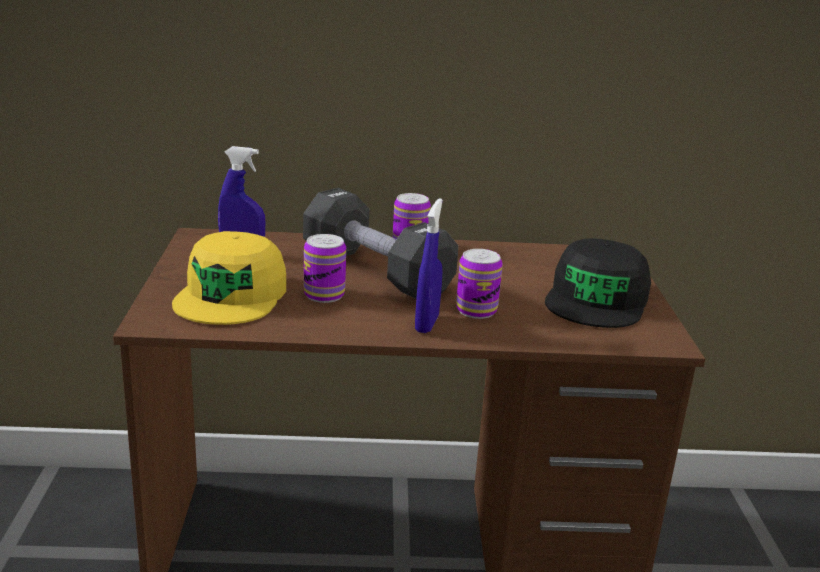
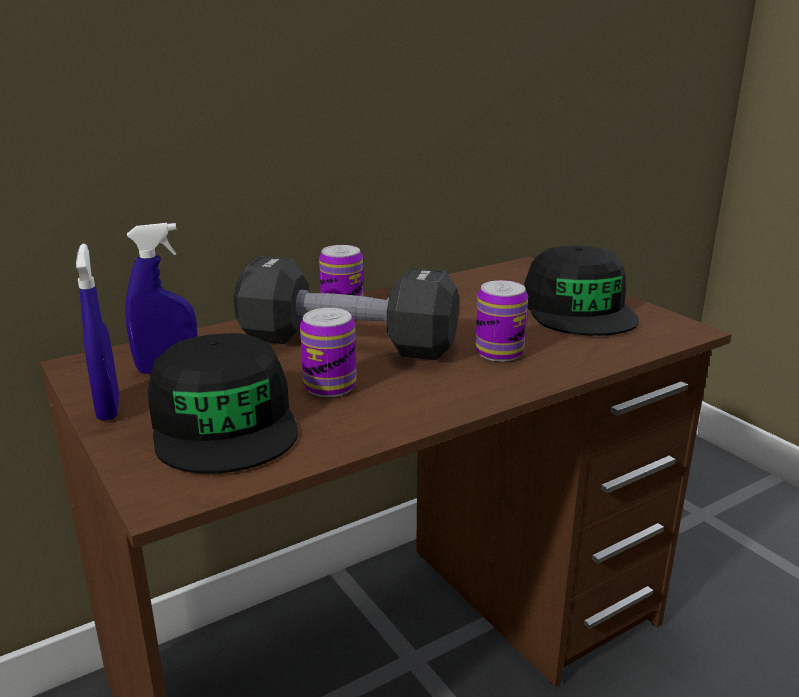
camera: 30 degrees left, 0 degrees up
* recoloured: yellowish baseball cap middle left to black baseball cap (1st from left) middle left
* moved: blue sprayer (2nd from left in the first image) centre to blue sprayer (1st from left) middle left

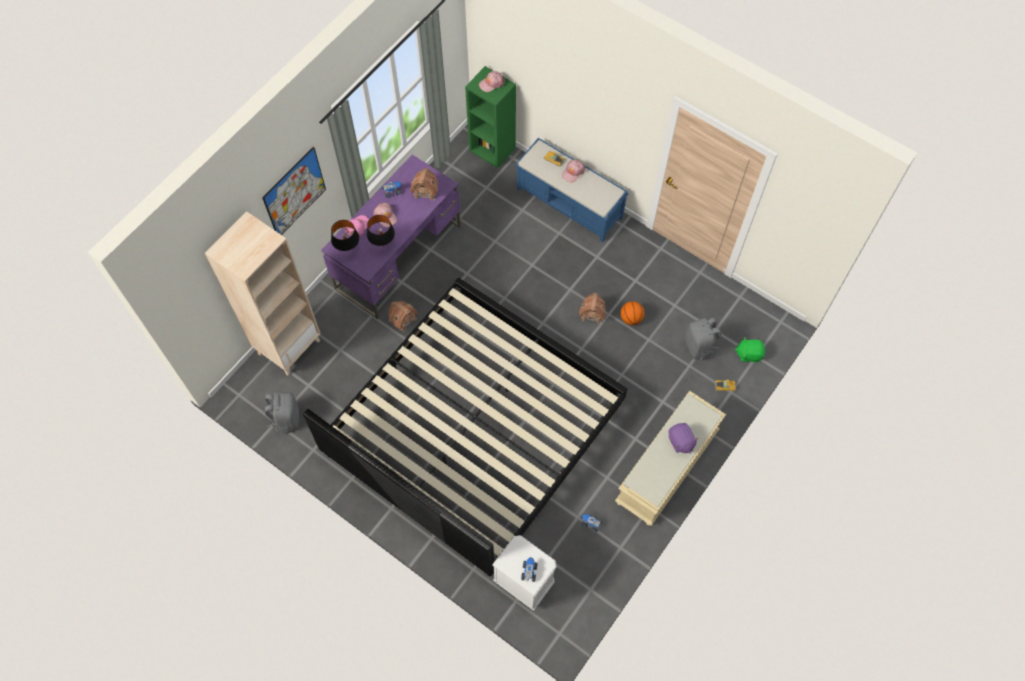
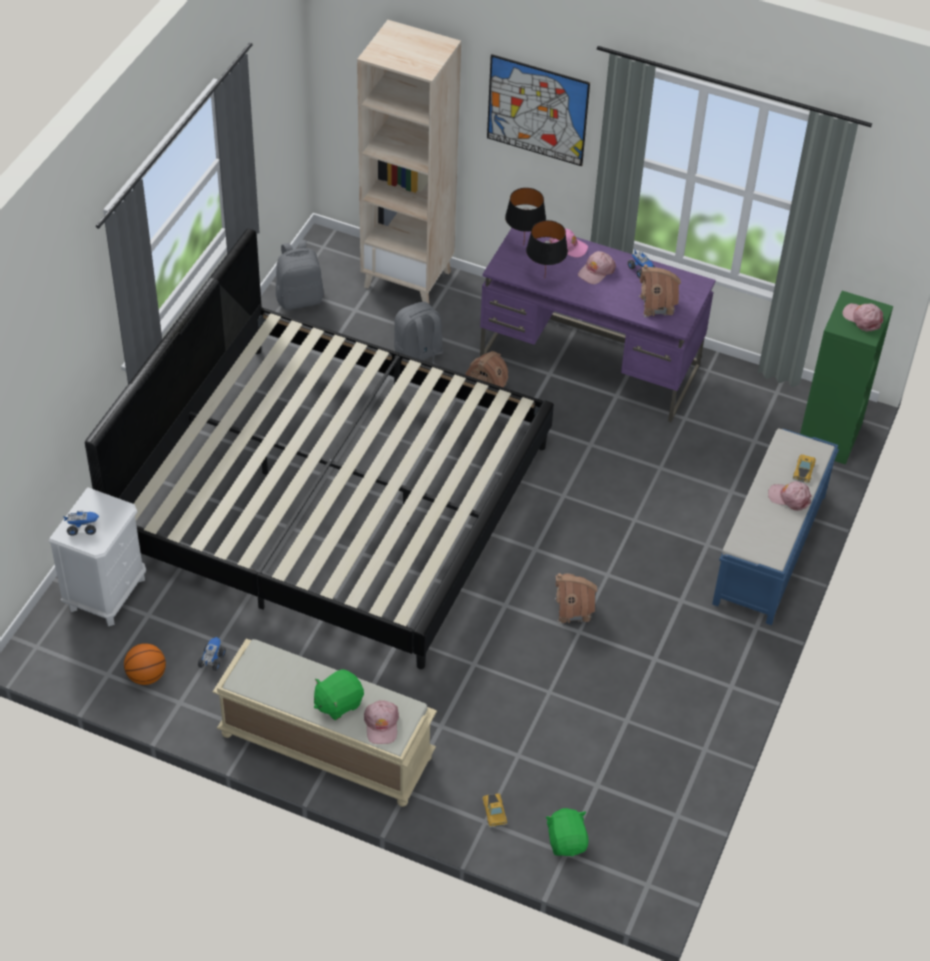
camera: 75 degrees right, 15 degrees down
* moved: basketball centre to bottom left
* recoloured: purple cuddly toy centre to greenish cuddly toy (1st from left) bottom centre
* moved: greyish rucksack (2nd from left) middle right to centre
* added: pink baseball cap (1st from left) bottom centre

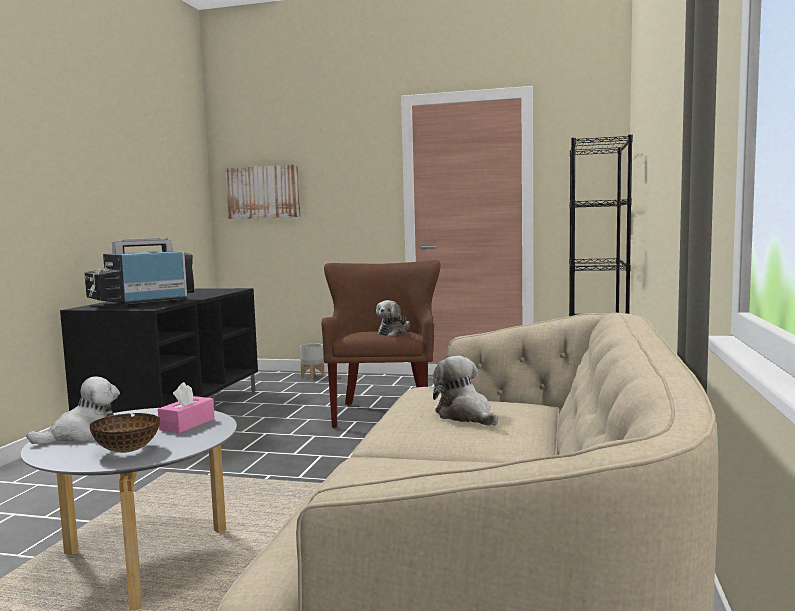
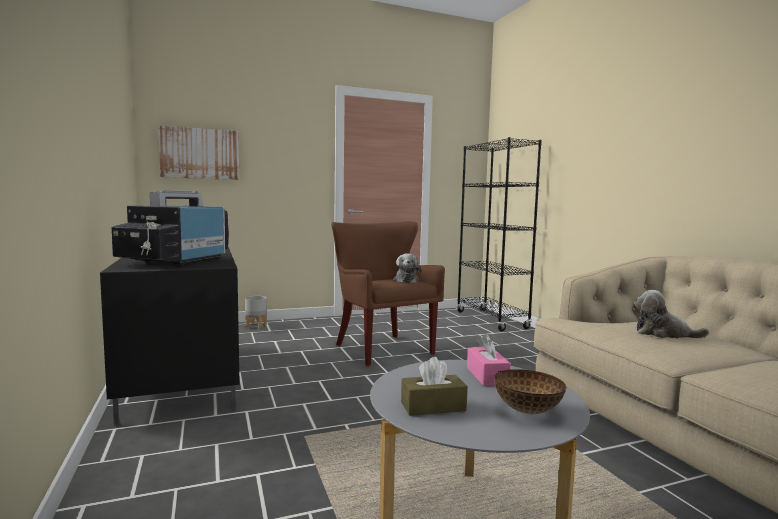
camera: 35 degrees left, 0 degrees up
* replaced: cuddly toy (1st from left) bottom left to brown tissue box bottom centre

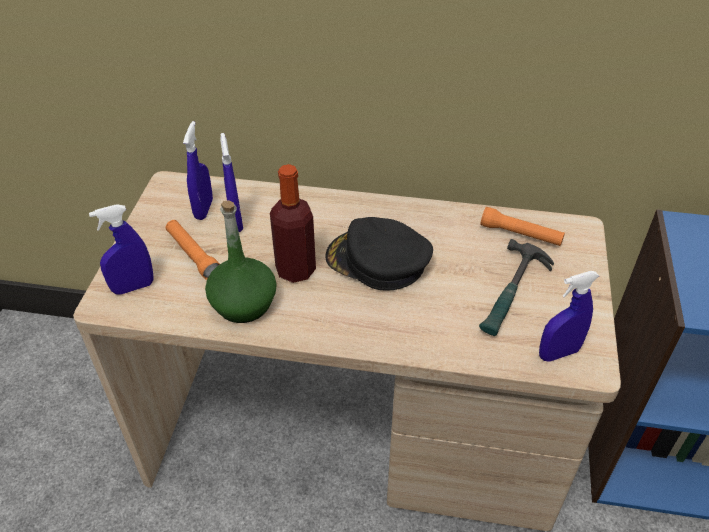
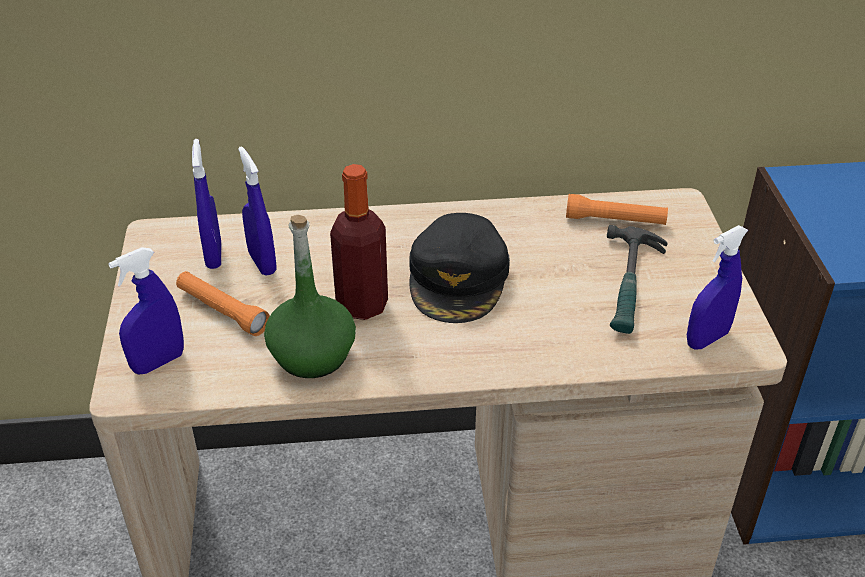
camera: 15 degrees left, 5 degrees down
* turned: black baseball cap centre = centre 90 degrees counterclockwise

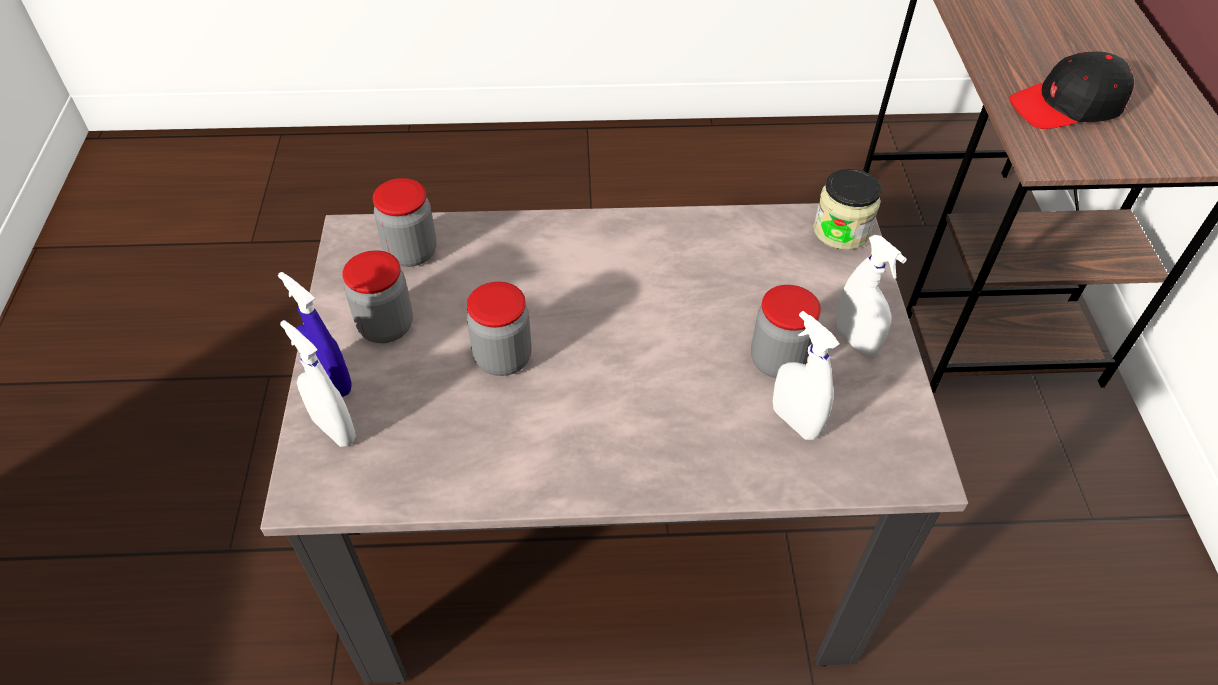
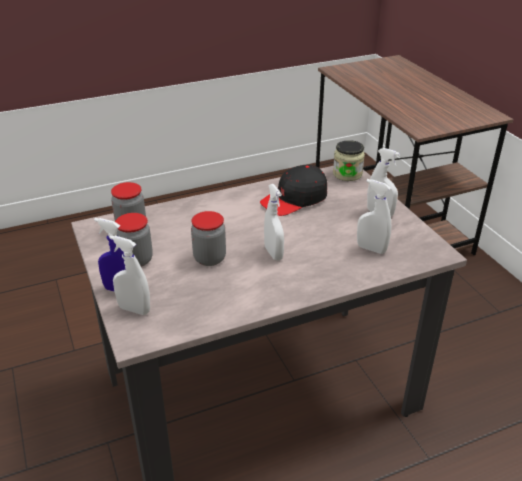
camera: 20 degrees left, 15 degrees down
* removed: jar (4th from left) centre
* moved: black baseball cap top right to centre
* added: white-coloured sprayer (2nd from left) centre

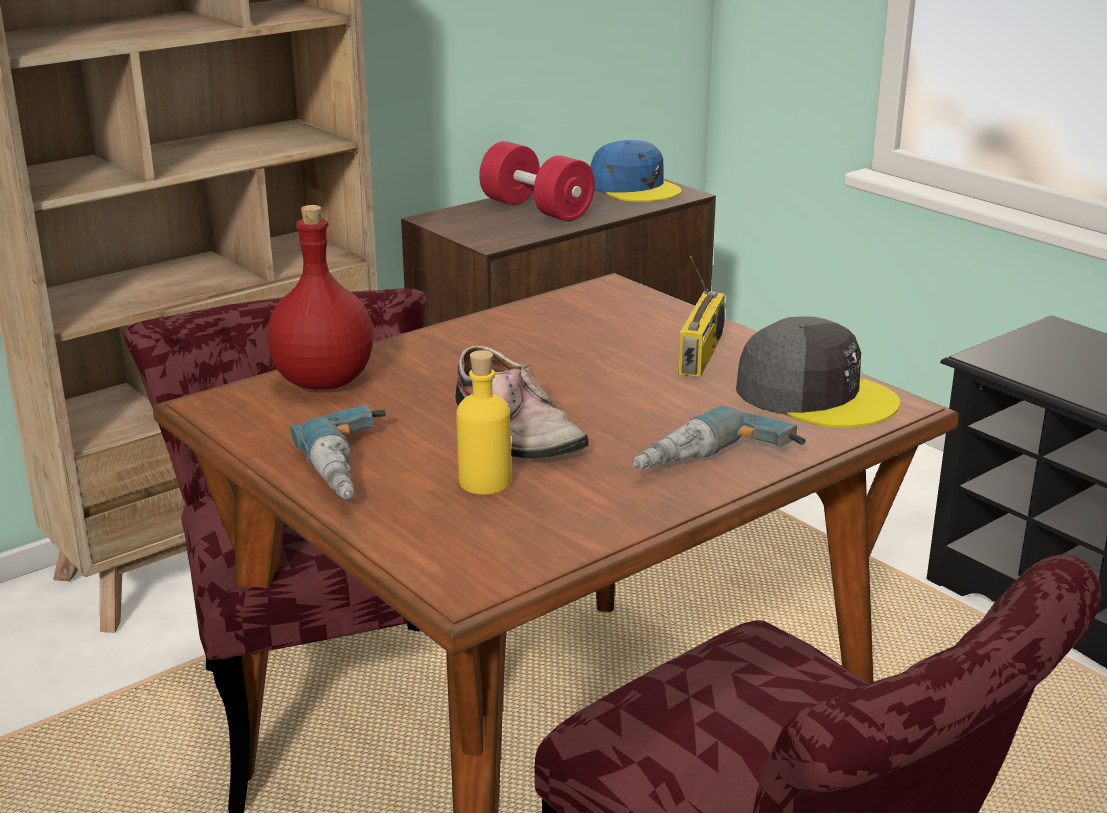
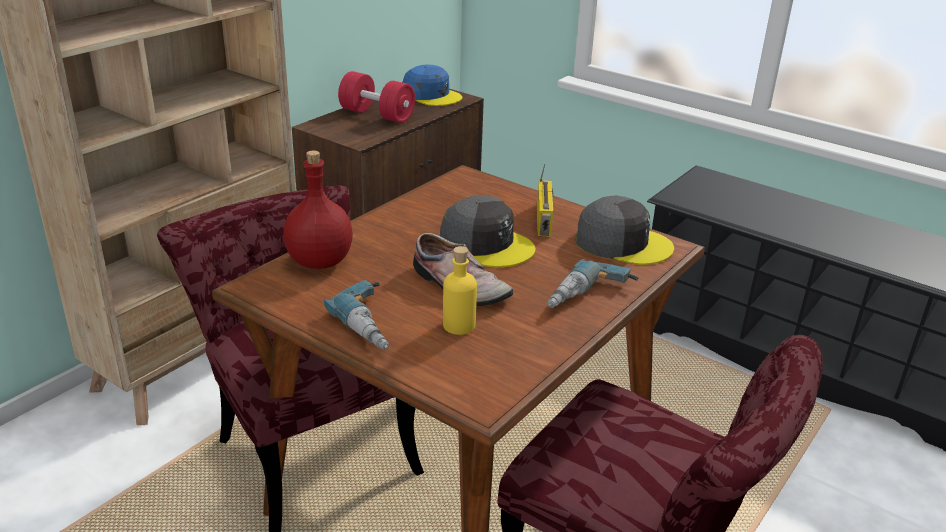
camera: 15 degrees left, 5 degrees up
* added: greyish baseball cap (1st from left) centre

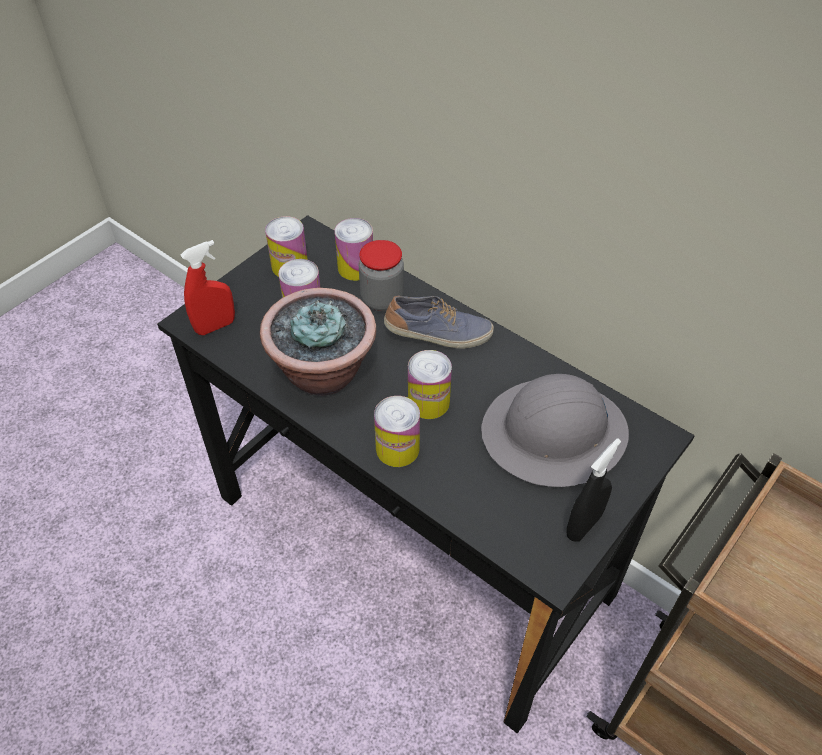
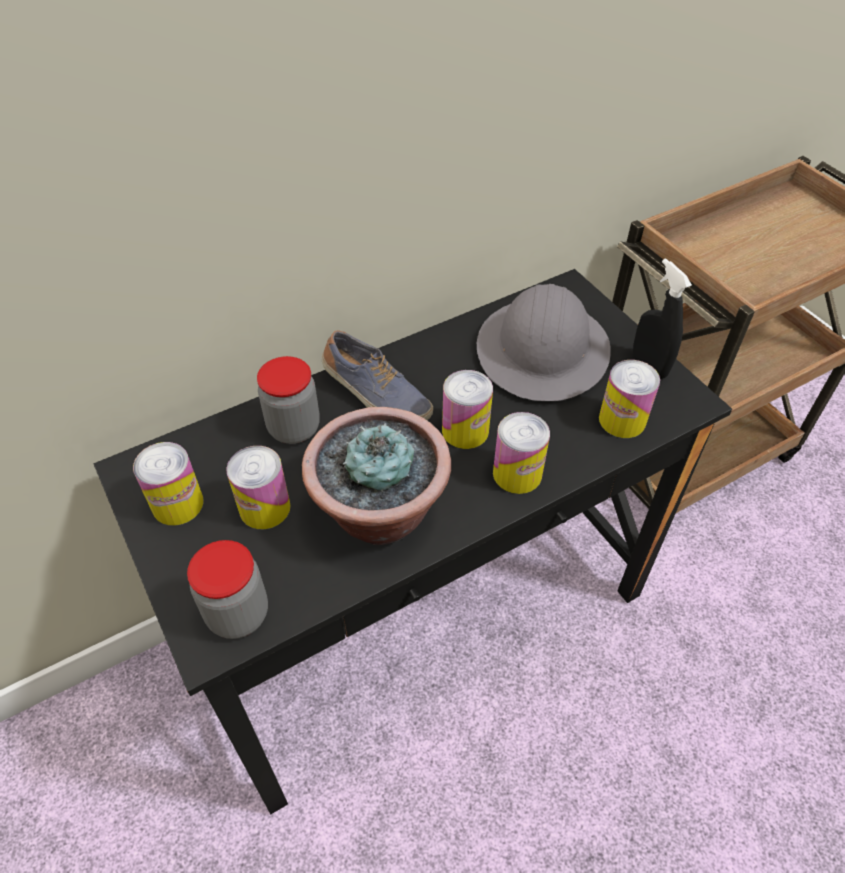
camera: 70 degrees left, 0 degrees up
* replaced: red sprayer middle left to jar (1st from left) bottom left
* moved: can (3rd from left in the first image) top centre to can (5th from left) middle right
* turned: low shoe centre = centre 105 degrees clockwise

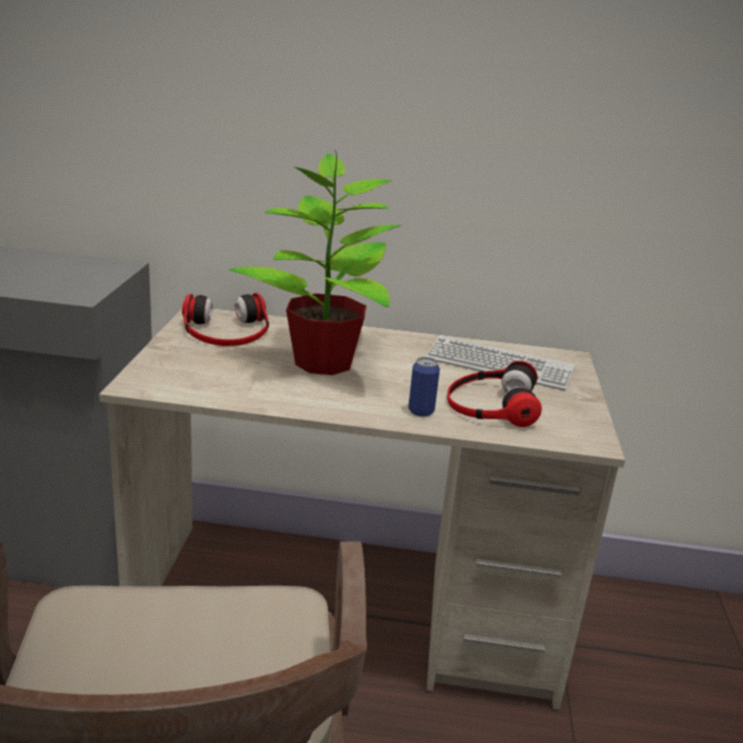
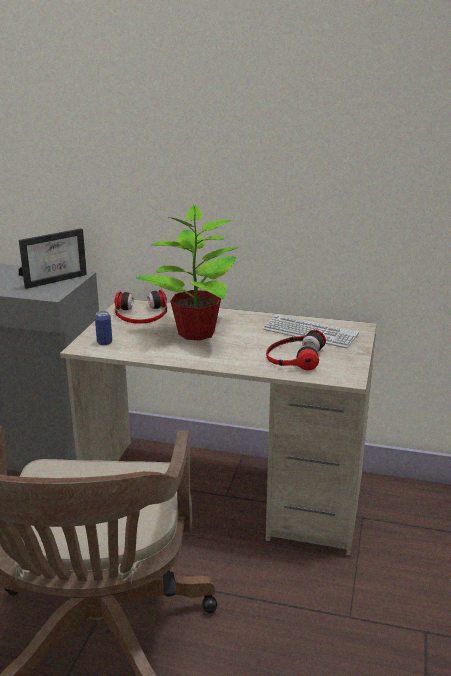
camera: 10 degrees right, 0 degrees up
* moved: can centre to middle left
* added: picture frame middle left

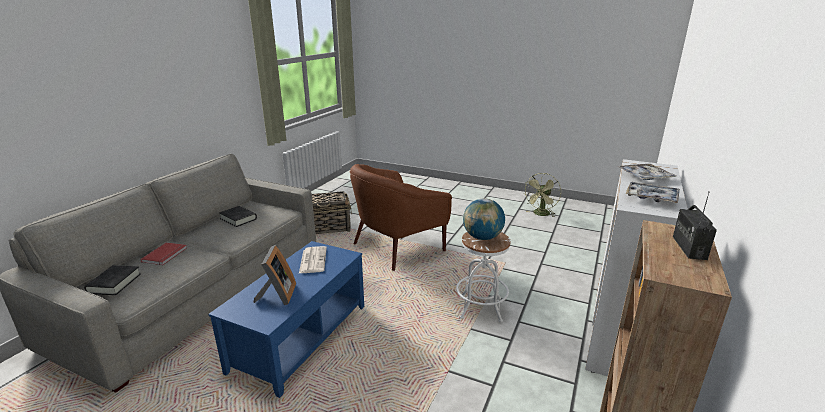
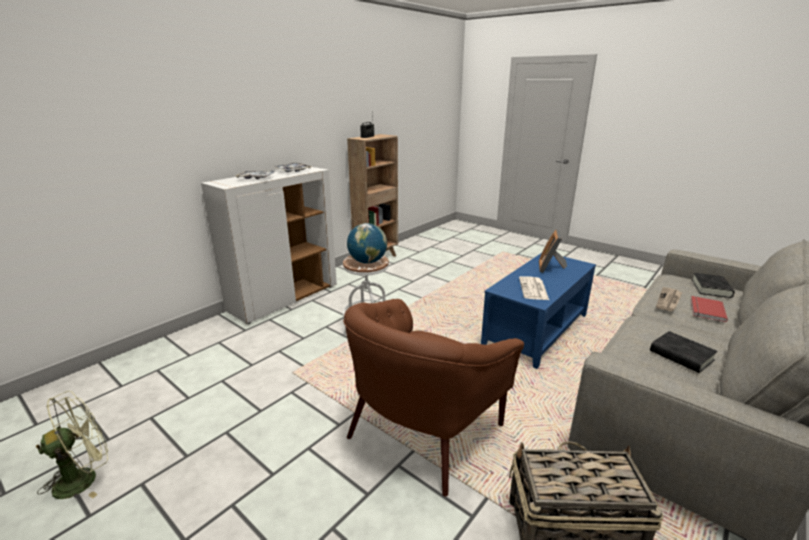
camera: 165 degrees left, 0 degrees up
* turned: brown easy chair centre = bottom centre 150 degrees clockwise
* added: newspaper (2nd from left) middle right

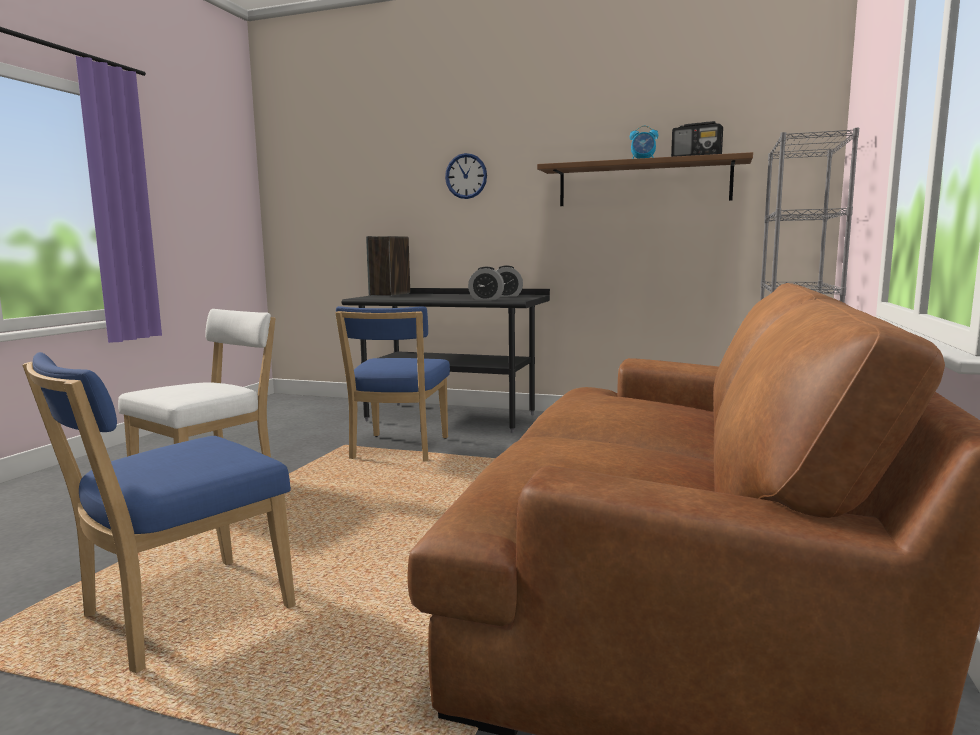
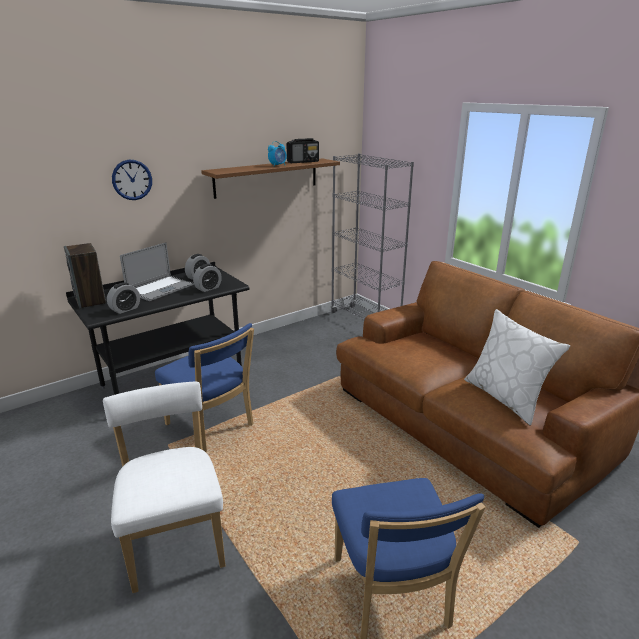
camera: 55 degrees left, 15 degrees up
* added: alarm clock (1st from left) middle left
* added: notebook computer middle left
* added: white-coloured cushion middle right

